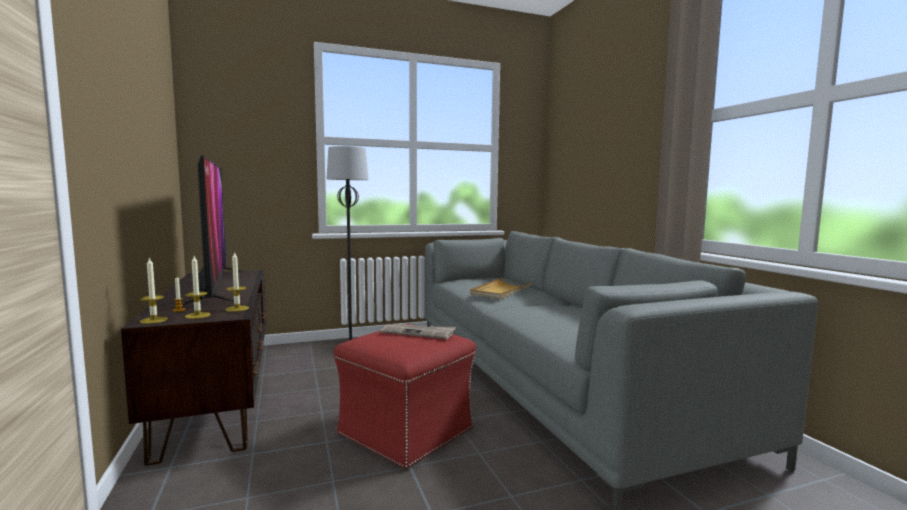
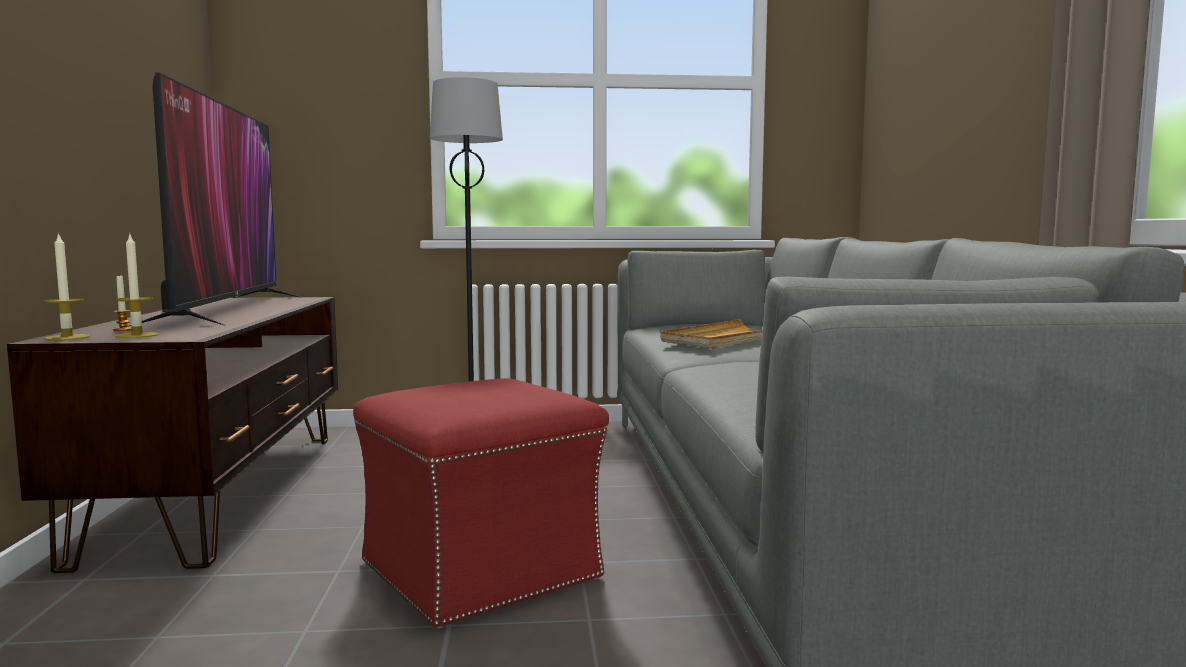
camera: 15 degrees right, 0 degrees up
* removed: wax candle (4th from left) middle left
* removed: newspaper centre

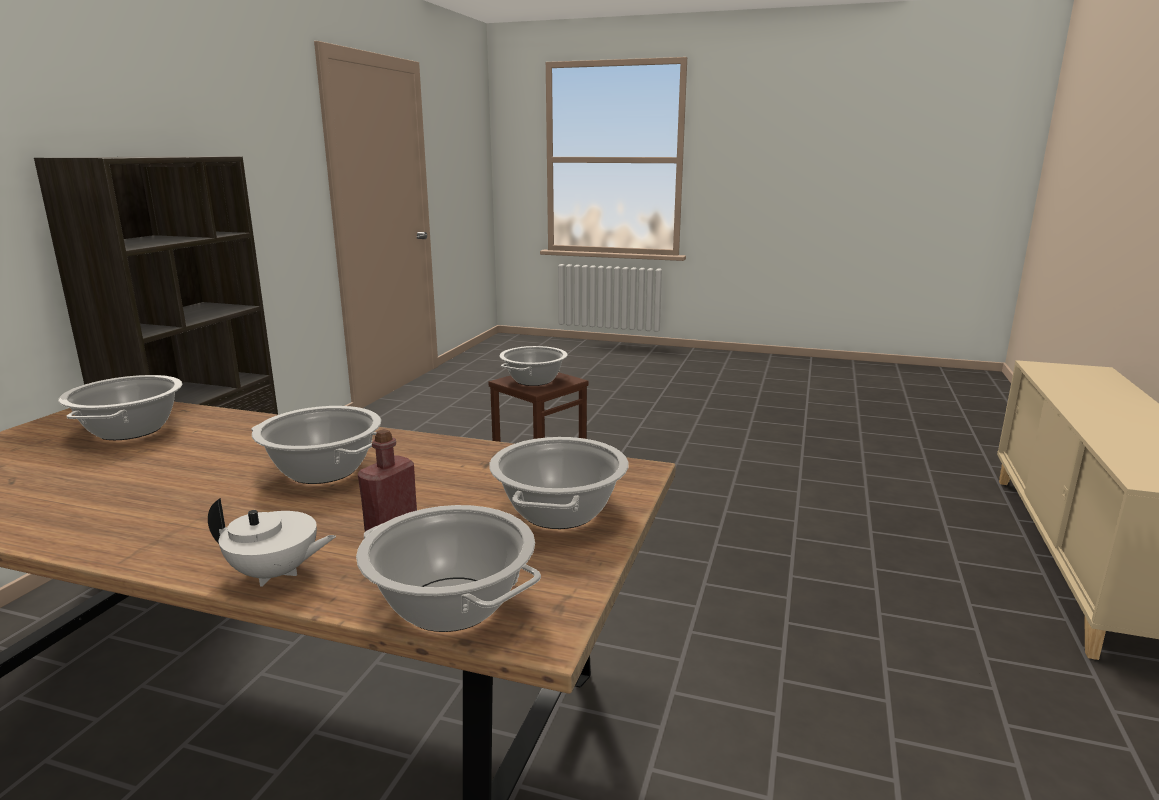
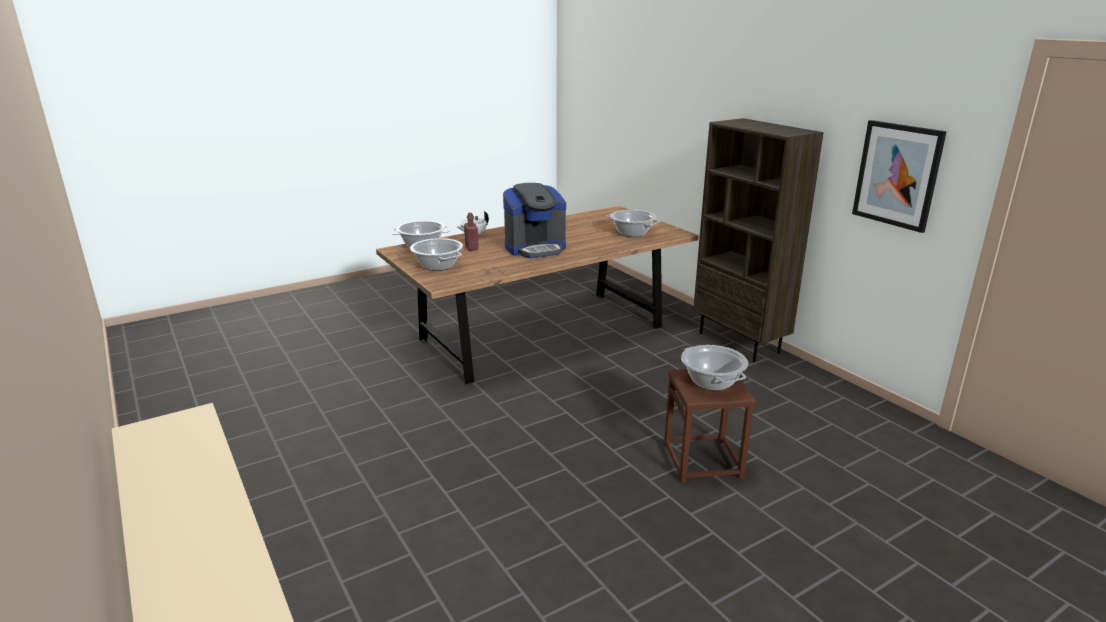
camera: 130 degrees right, 5 degrees up
* replaced: cooking pot (2nd from left) middle left to coffee brewer centre
* added: wall art top right

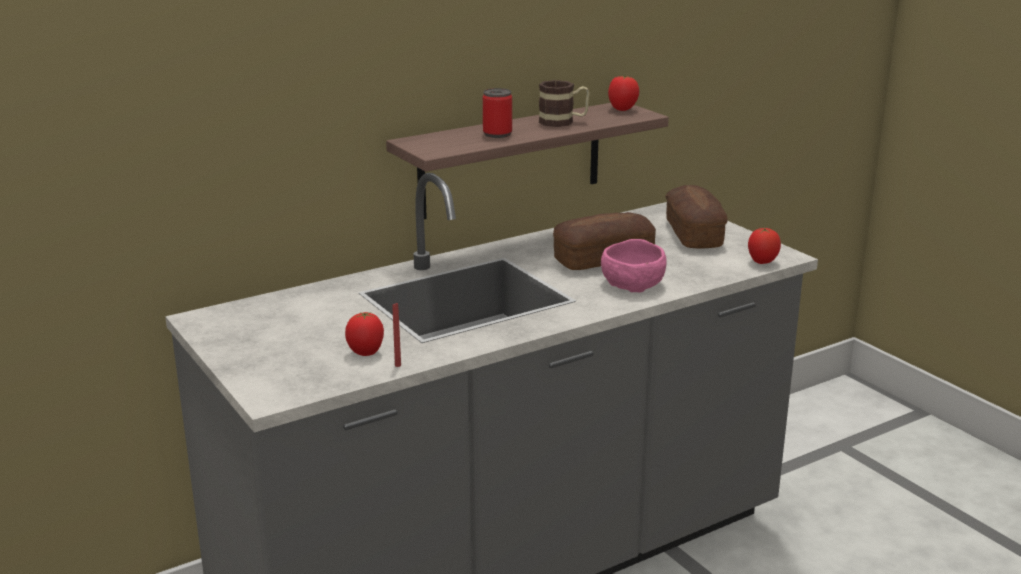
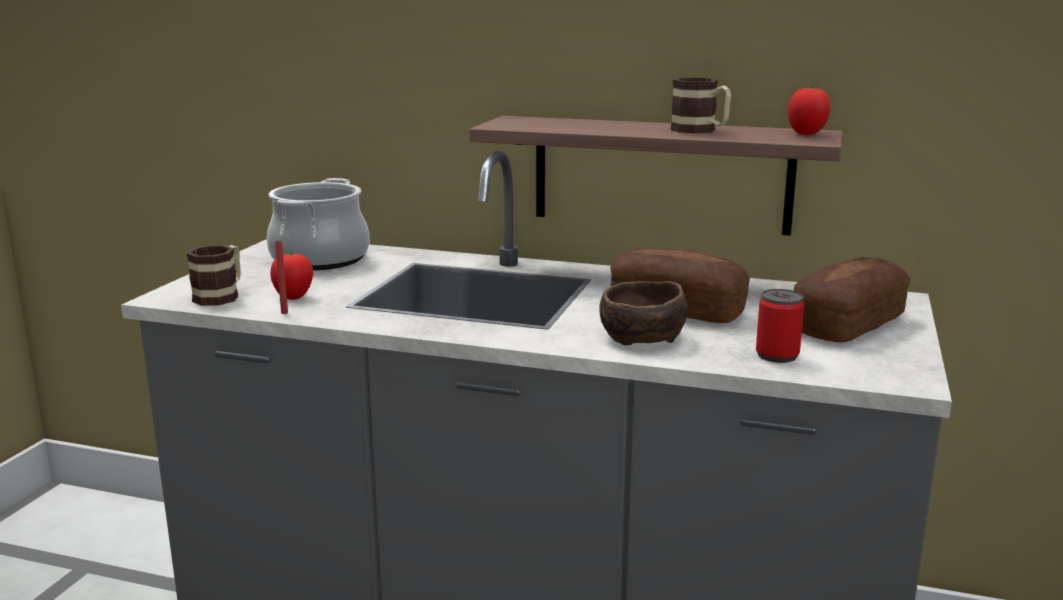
camera: 50 degrees right, 5 degrees down
* moved: can top centre to middle right
* recoloured: pink serving bowl centre to brown serving bowl centre
* removed: fresh tomato (3rd from left) middle right
* added: coffee mug (1st from left) middle left
* added: cooking pot middle left

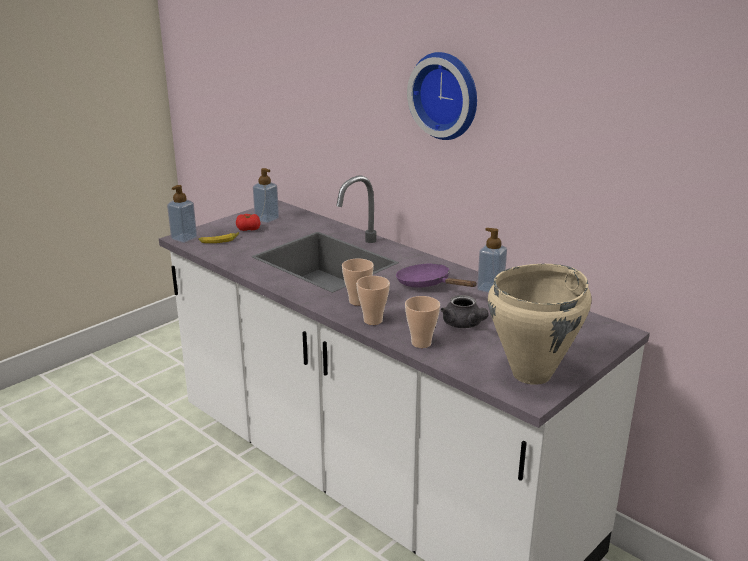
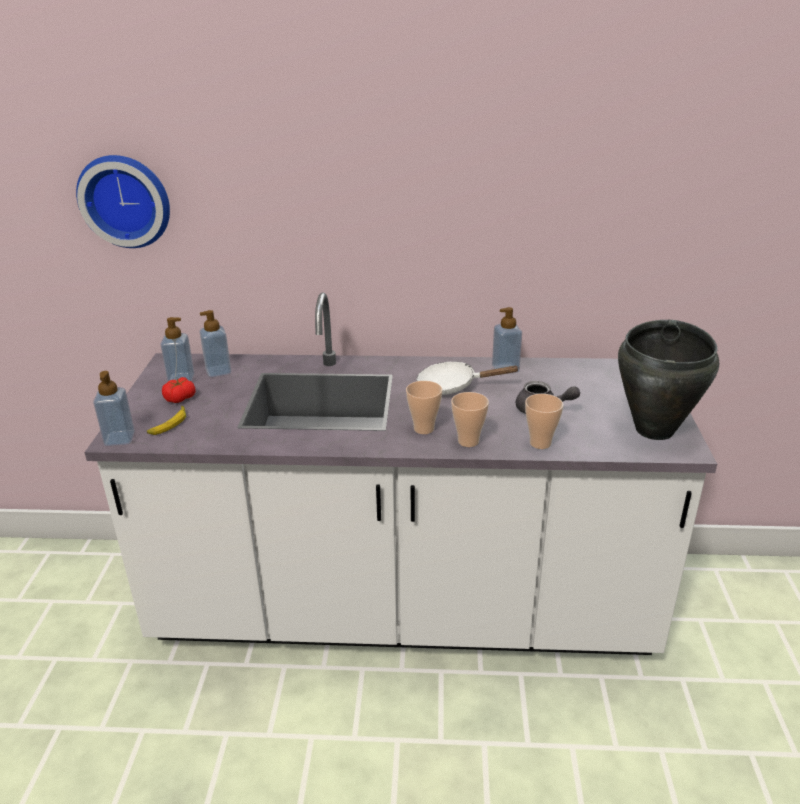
camera: 40 degrees left, 5 degrees up
* recoloured: purple pan centre to white-coloured pan centre
* moved: hanging clock top centre to top left
* recoloured: beige-coloured cooking pot middle right to black cooking pot middle right
* added: soap dispenser (3rd from left) middle left

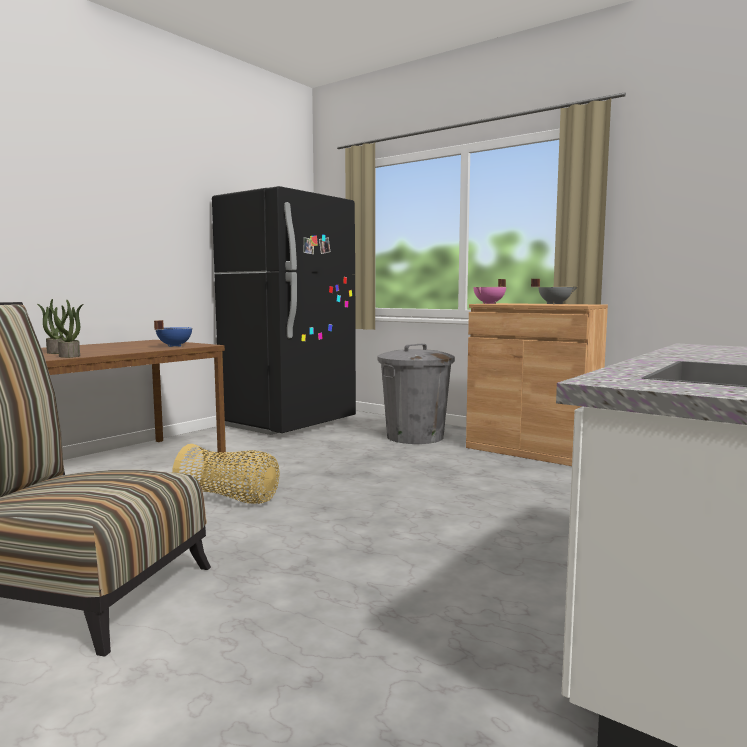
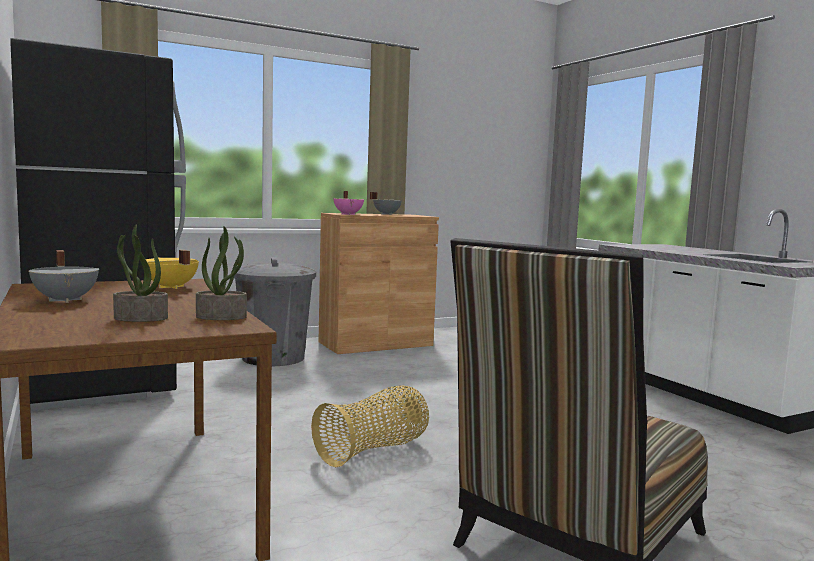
camera: 65 degrees left, 0 degrees up
* recoloured: blue cooking pot middle left to yellowish cooking pot middle left
* added: greyish cooking pot (1st from left) middle left

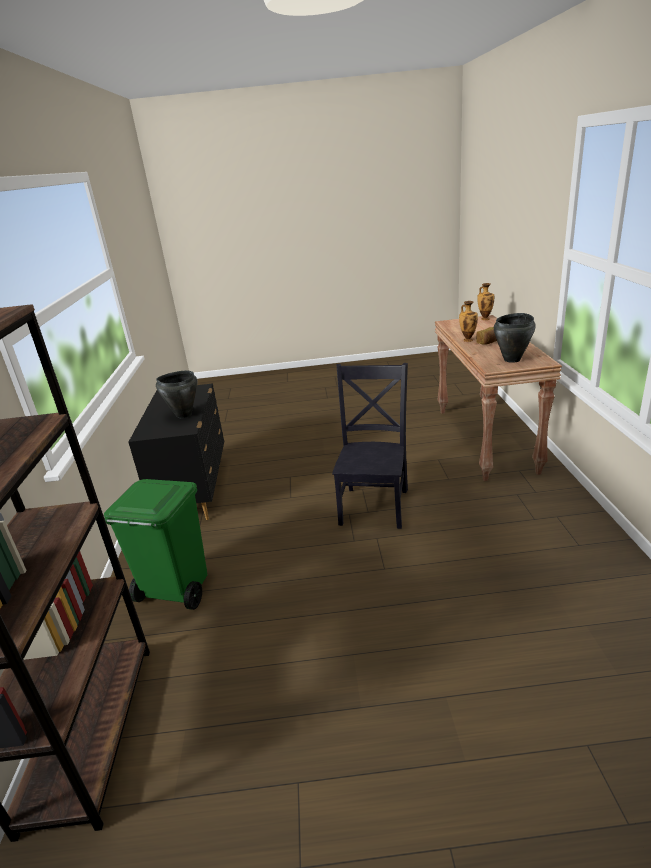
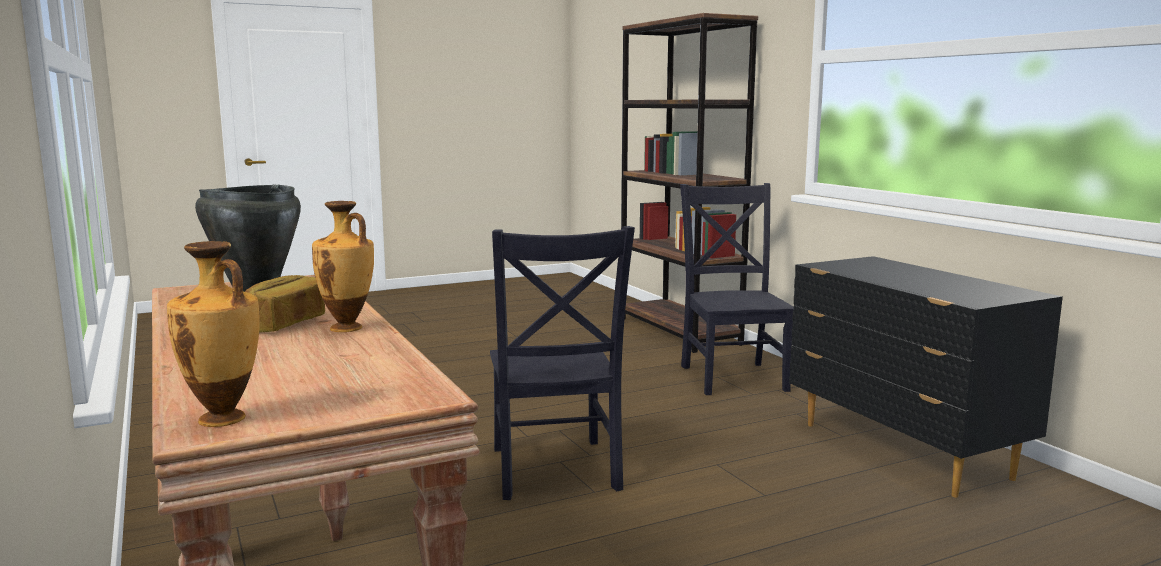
camera: 155 degrees right, 15 degrees down
* replaced: greenish waste bin middle left to black chair (2nd from left) centre
* removed: black cooking pot (1st from left) middle left

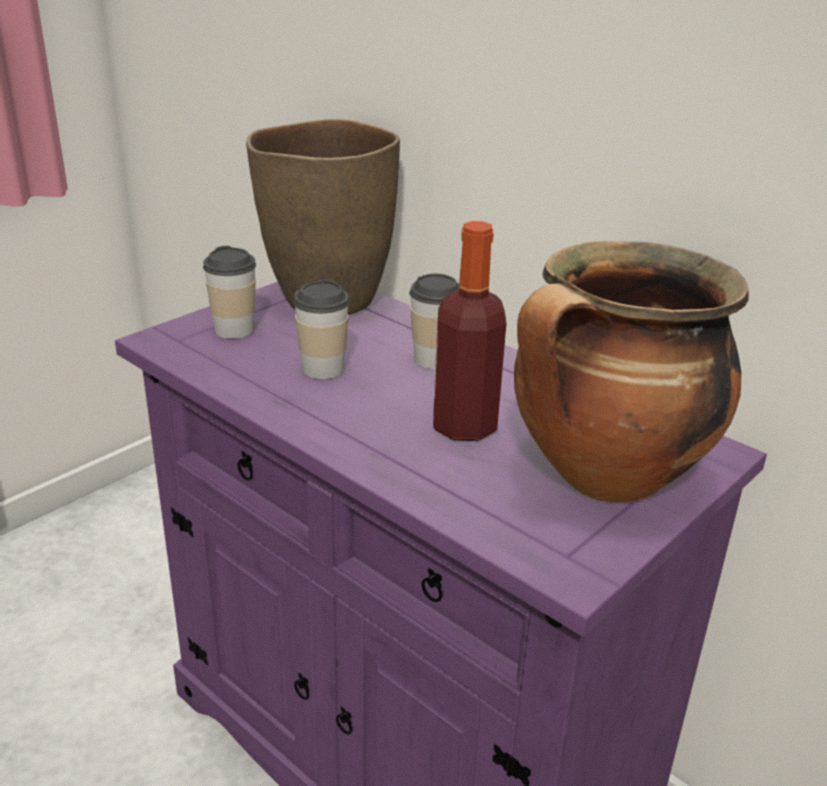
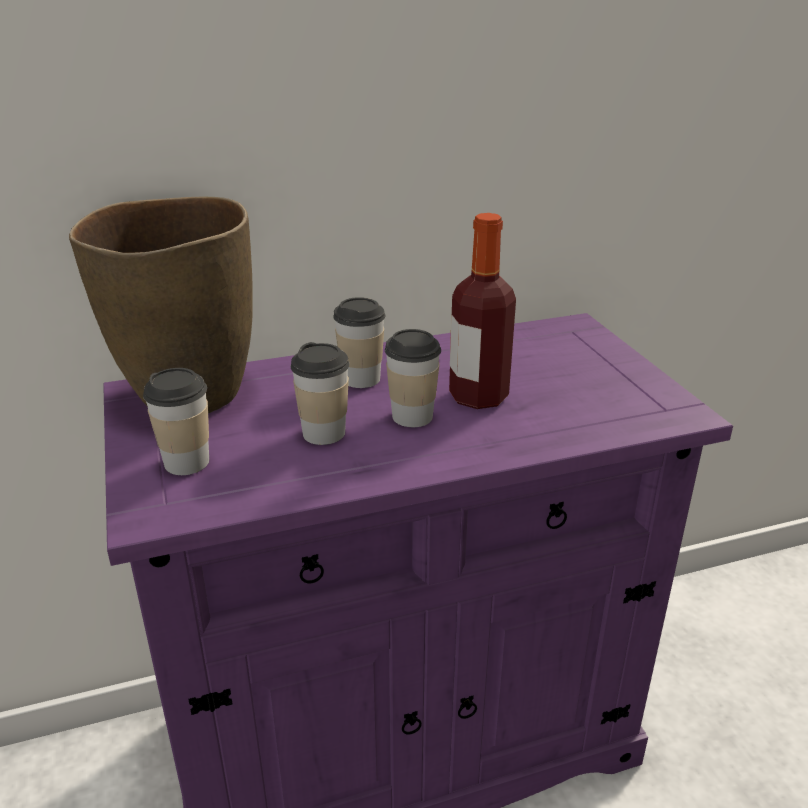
camera: 60 degrees left, 0 degrees up
* removed: cooking pot middle right
* added: drinking cup (4th from left) centre

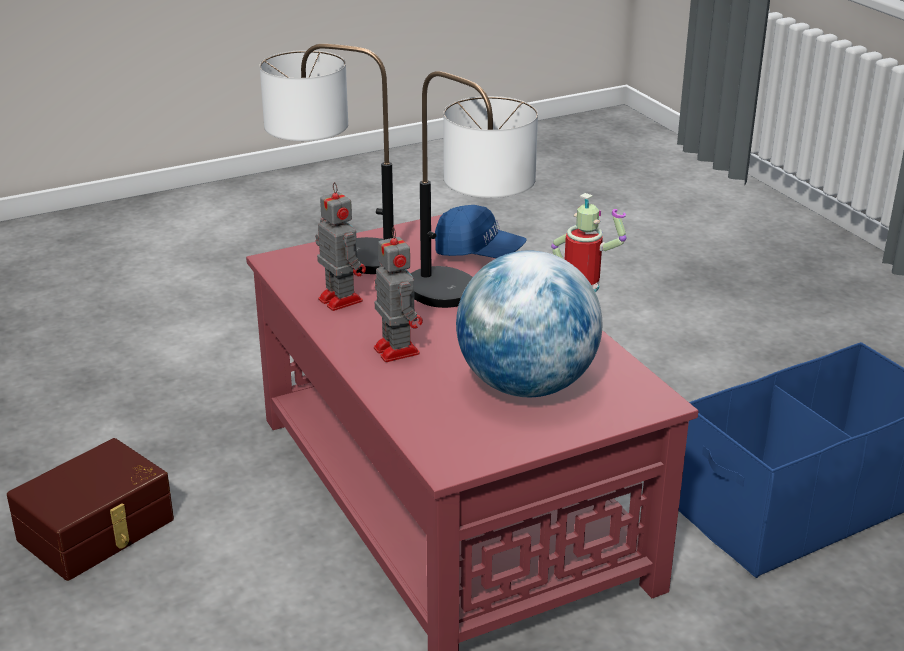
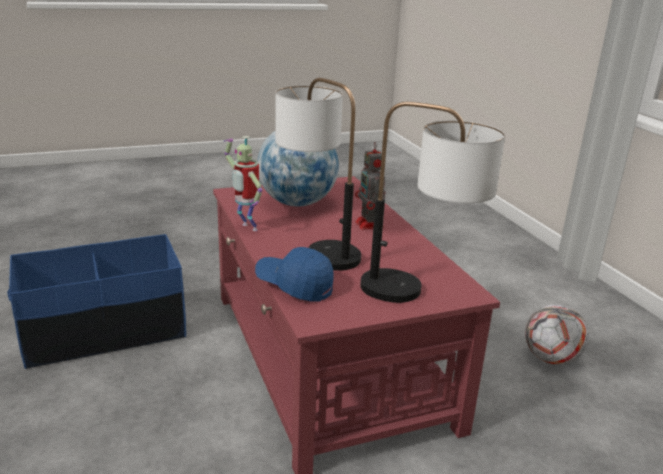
camera: 175 degrees left, 5 degrees down
* replaced: brown storage box bottom left to football bottom right
* removed: robot figure (1st from left) centre

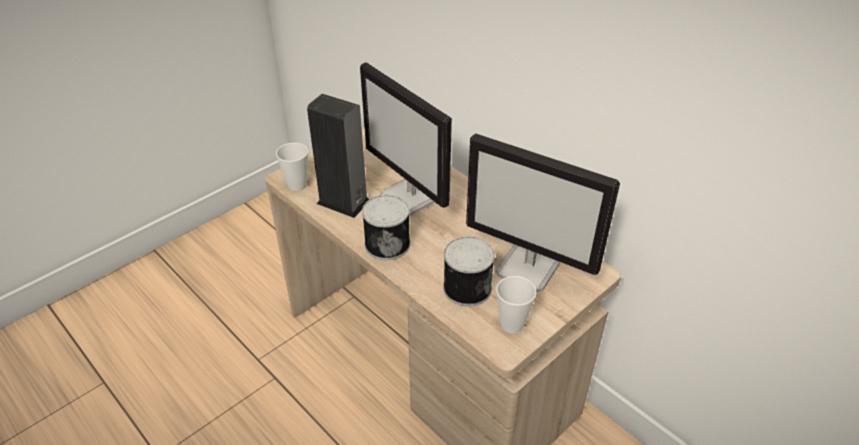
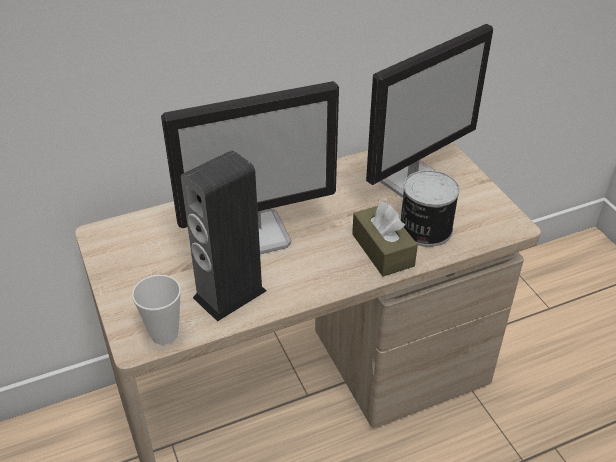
camera: 70 degrees left, 0 degrees up
* removed: can (1st from left) centre
* removed: drinking cup (2nd from left) bottom centre
* added: brown tissue box centre

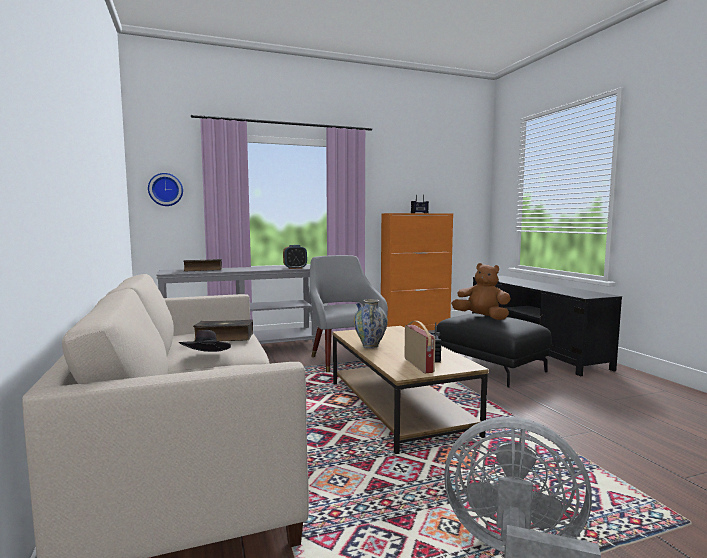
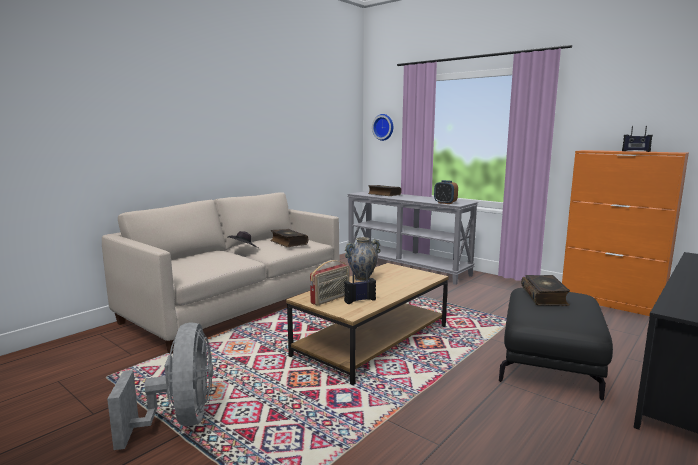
camera: 60 degrees right, 5 degrees up
* removed: greyish easy chair centre
* replaced: brown cuddly toy middle right to book (3rd from left) middle right

